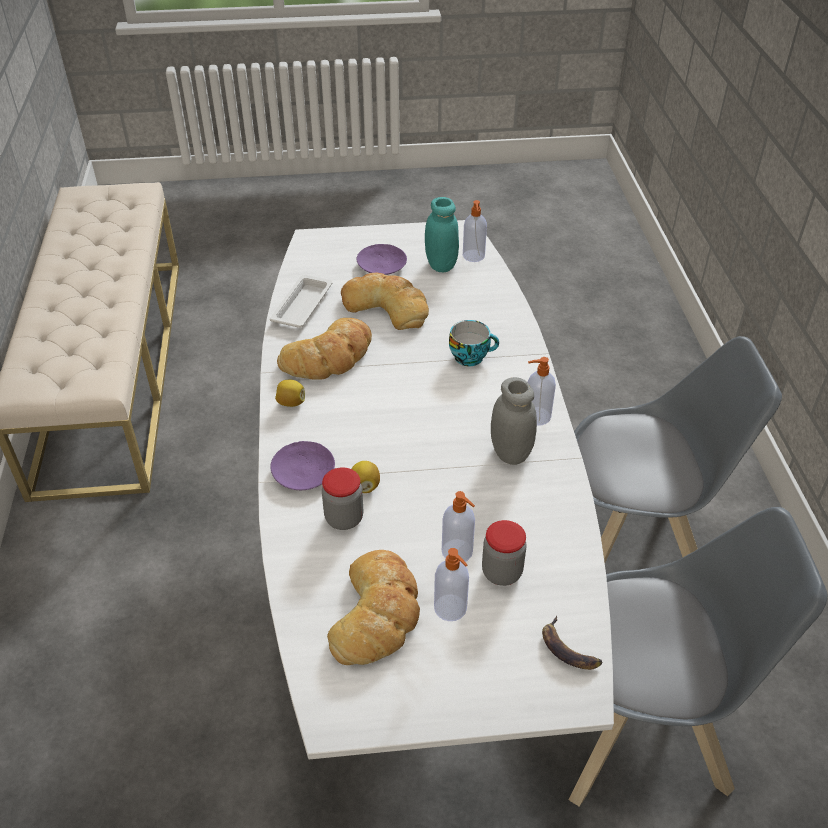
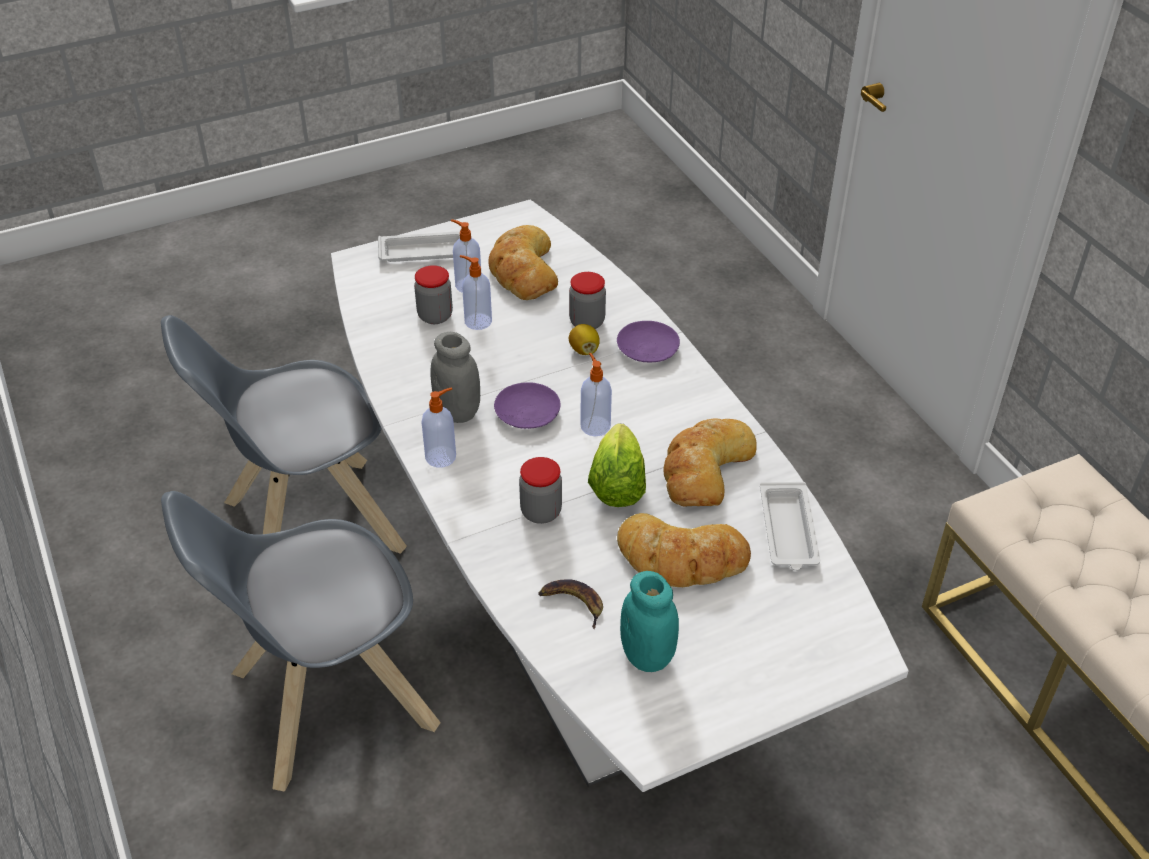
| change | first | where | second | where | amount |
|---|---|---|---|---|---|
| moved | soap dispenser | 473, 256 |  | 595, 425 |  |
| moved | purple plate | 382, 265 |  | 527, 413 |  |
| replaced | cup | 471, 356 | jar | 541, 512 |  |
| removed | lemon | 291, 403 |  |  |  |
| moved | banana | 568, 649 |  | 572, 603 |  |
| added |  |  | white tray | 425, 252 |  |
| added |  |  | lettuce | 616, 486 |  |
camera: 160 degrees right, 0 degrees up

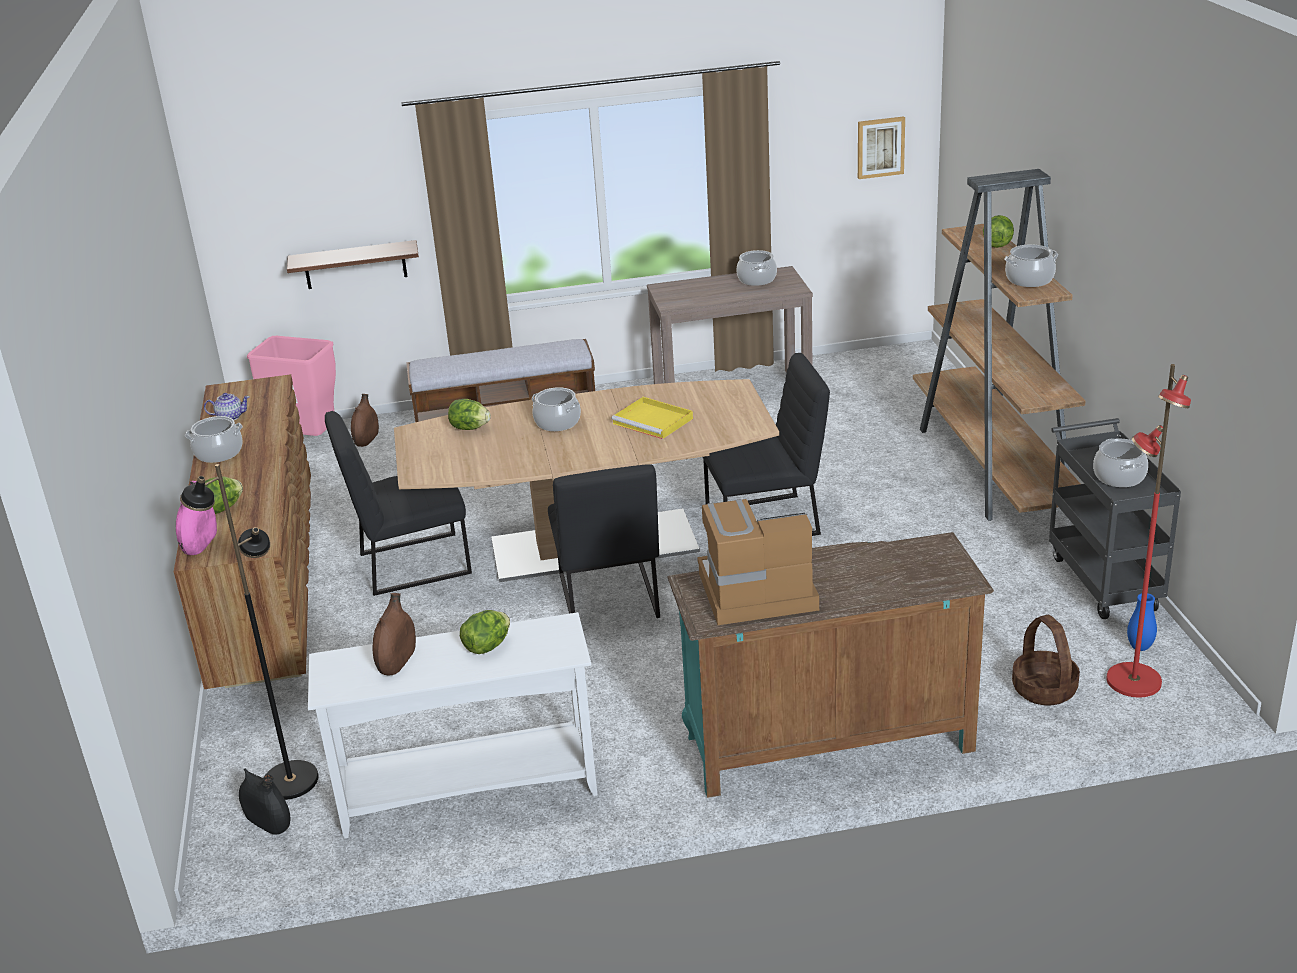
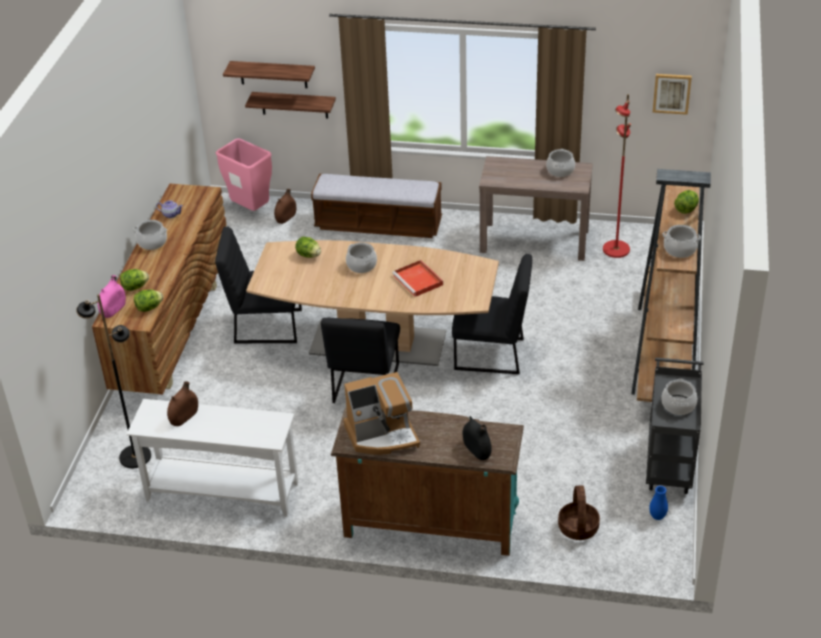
| change | first | where | second | where | amount |
|---|---|---|---|---|---|
| moved | red floor lamp | 1132, 681 |  | 615, 249 |  |
| recoloured | yellow tray | 654, 421 | red tray | 418, 280 |  |
| turned | coffee machine | 755, 593 |  | 382, 435 | 150 degrees clockwise |
| moved | lettuce | 487, 646 |  | 149, 308 |  |
| moved | black vase | 268, 822 |  | 477, 450 |  |
| added |  |  | shelf | 273, 74 |  |
camera: 20 degrees right, 10 degrees up

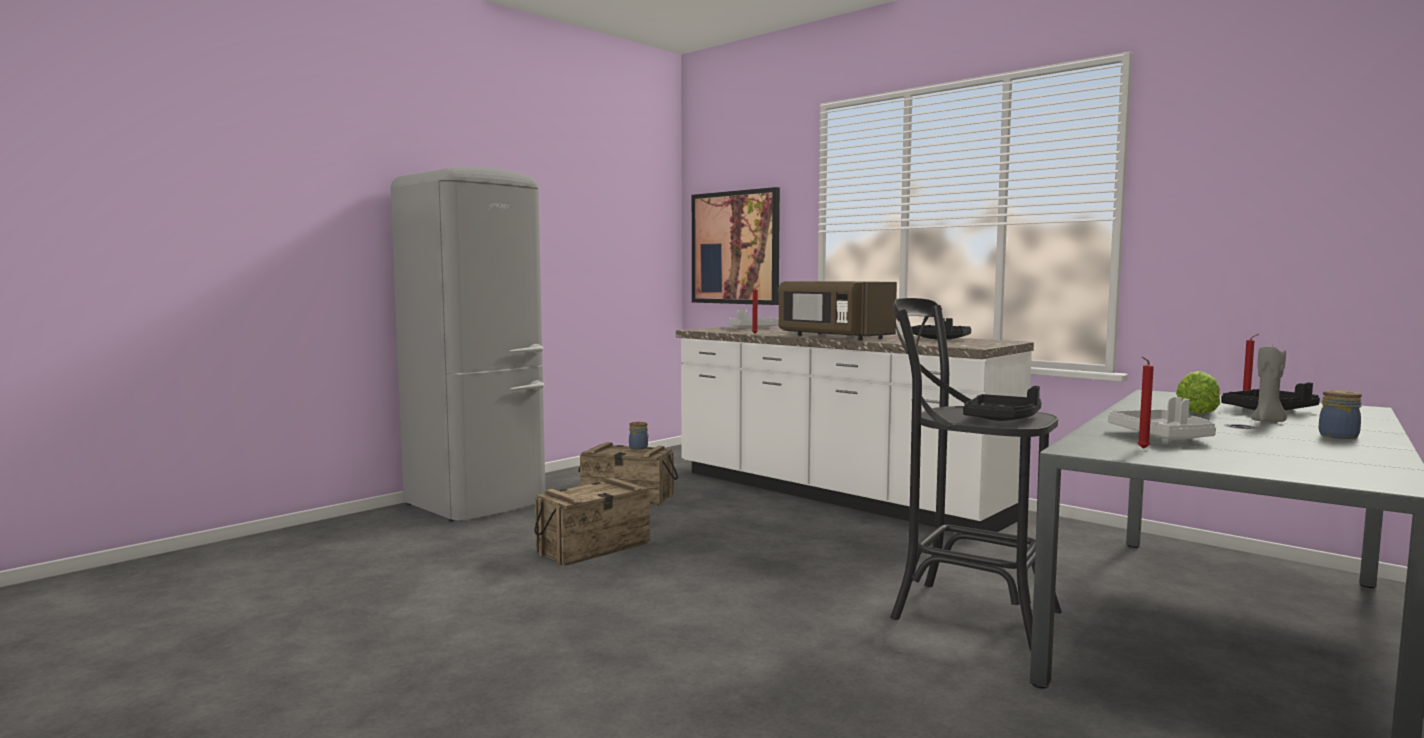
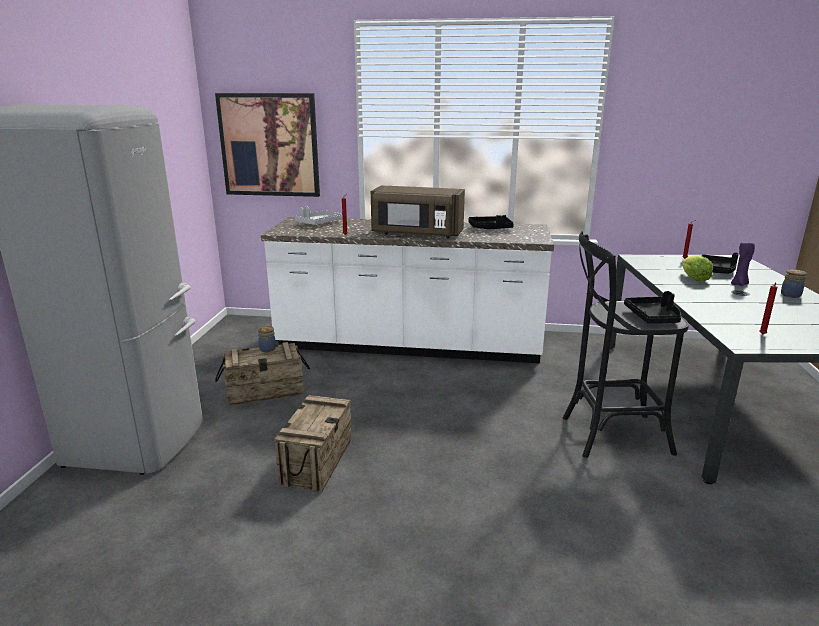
| change | first | where | second | where | amount |
|---|---|---|---|---|---|
| recoloured | grey candle | 1268, 421 | purple candle | 739, 284 |  |
| removed | grey tray | 1163, 437 |  |  |  |
camera: 35 degrees left, 15 degrees up

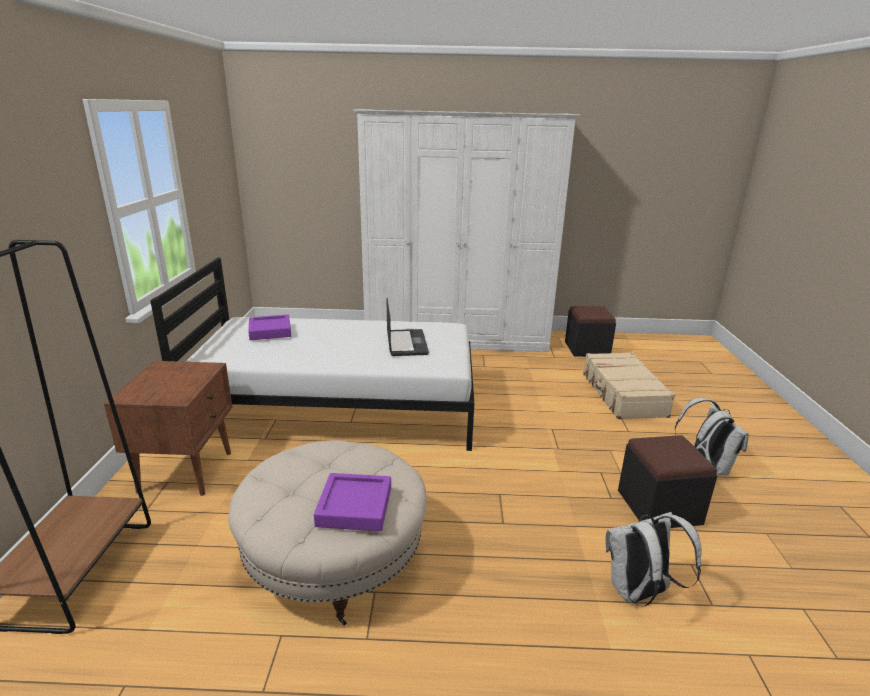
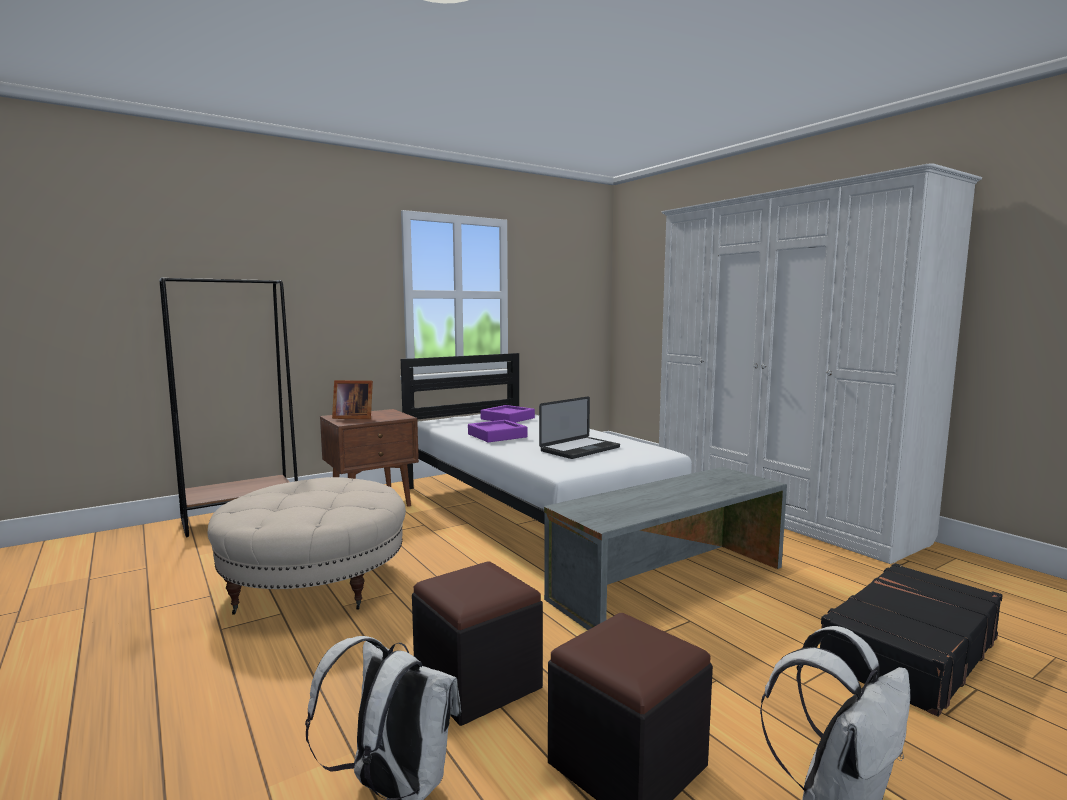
| change | first | where | second | where | amount |
|---|---|---|---|---|---|
| moved | black ottoman | 587, 349 |  | 477, 682 |  |
| recoloured | beige suitcase | 622, 395 | black suitcase | 908, 651 |  |
| moved | purple tray | 354, 507 |  | 497, 436 |  |
| added |  |  | picture frame | 352, 417 |  |
| added |  |  | grey bench | 669, 581 |  |
camera: 55 degrees right, 15 degrees down

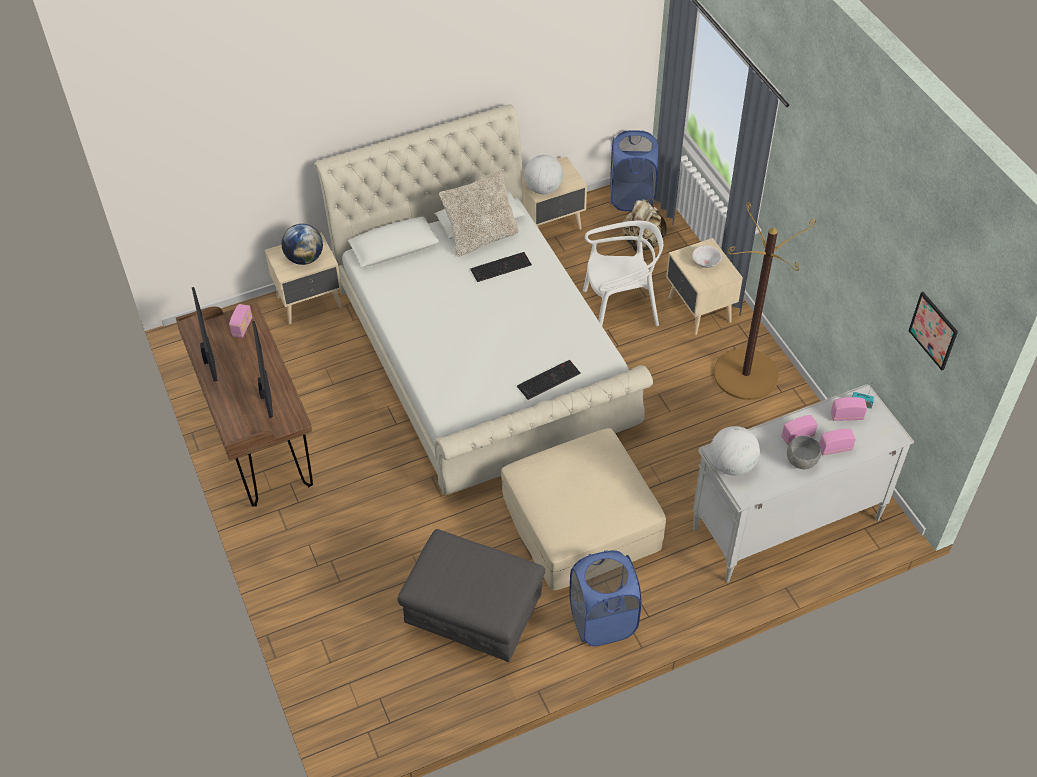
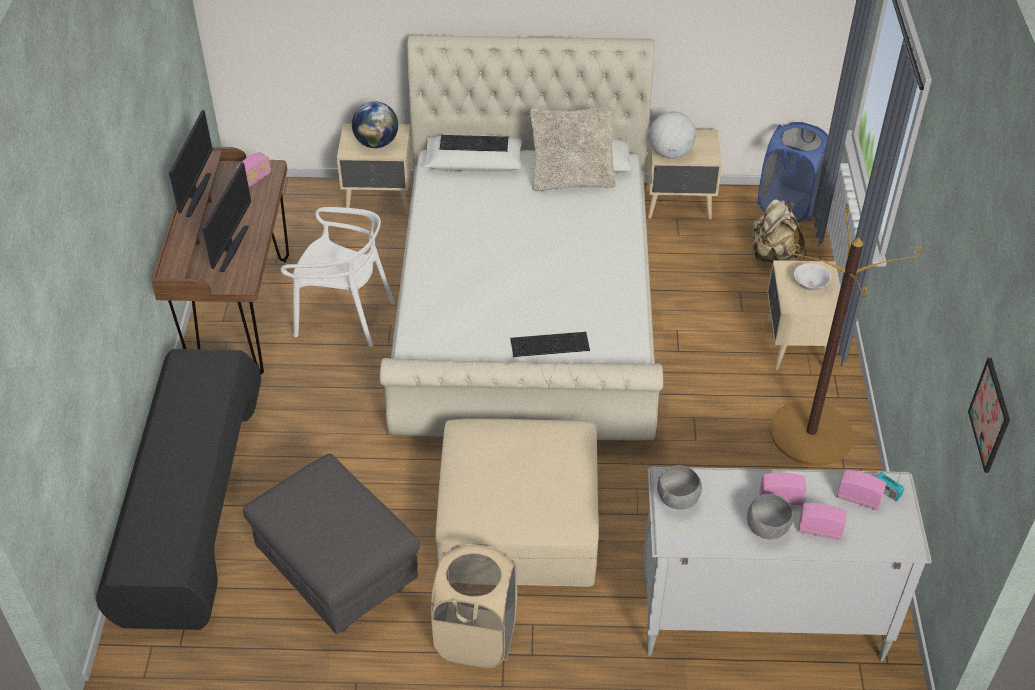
| change | first | where | second | where | amount |
|---|---|---|---|---|---|
| moved | white chair | 619, 310 |  | 344, 316 |  |
| moved | keyboard | 501, 266 |  | 475, 143 |  |
| replaced | globe | 732, 465 | grey bowl | 677, 500 |  |
| recoloured | blue laundry basket | 603, 621 | beige laundry basket | 476, 637 |  |
| added |  |  | black bench | 191, 503 |  |
camera: 25 degrees right, 5 degrees down

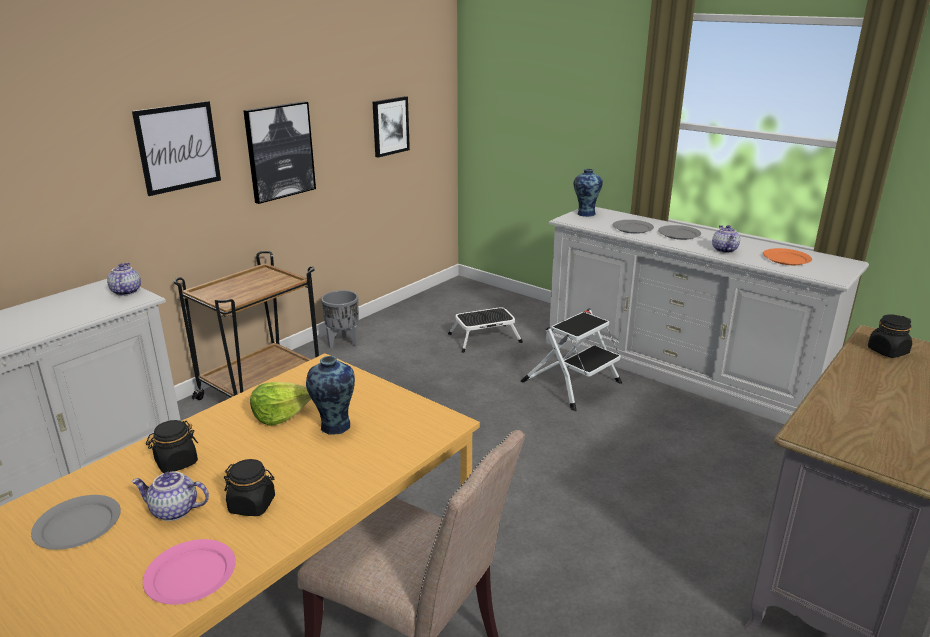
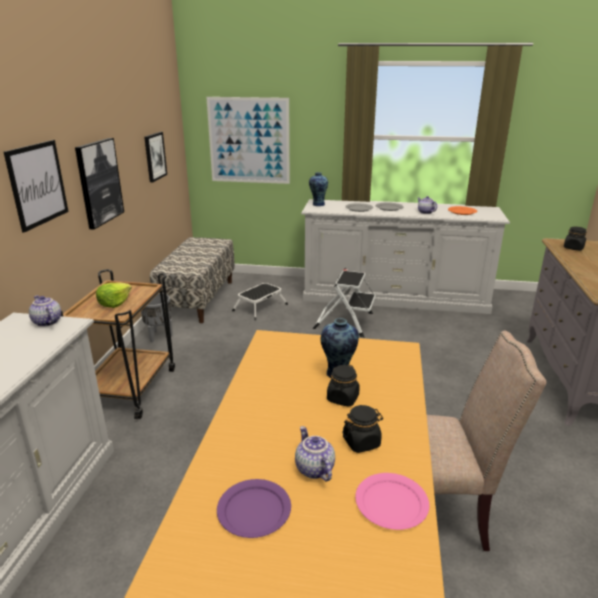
| change | first | where | second | where | amount |
|---|---|---|---|---|---|
| moved | lettuce | 280, 415 |  | 114, 303 |  |
| moved | black jar | 176, 462 |  | 342, 398 |  |
| turned | teapot | 173, 511 |  | 313, 469 | 90 degrees clockwise |
| recoloured | grey plate | 78, 525 | purple plate | 254, 510 |  |
| added |  |  | picture | 249, 141 |  |
| added |  |  | bench | 198, 299 |  |
camera: 30 degrees left, 0 degrees up

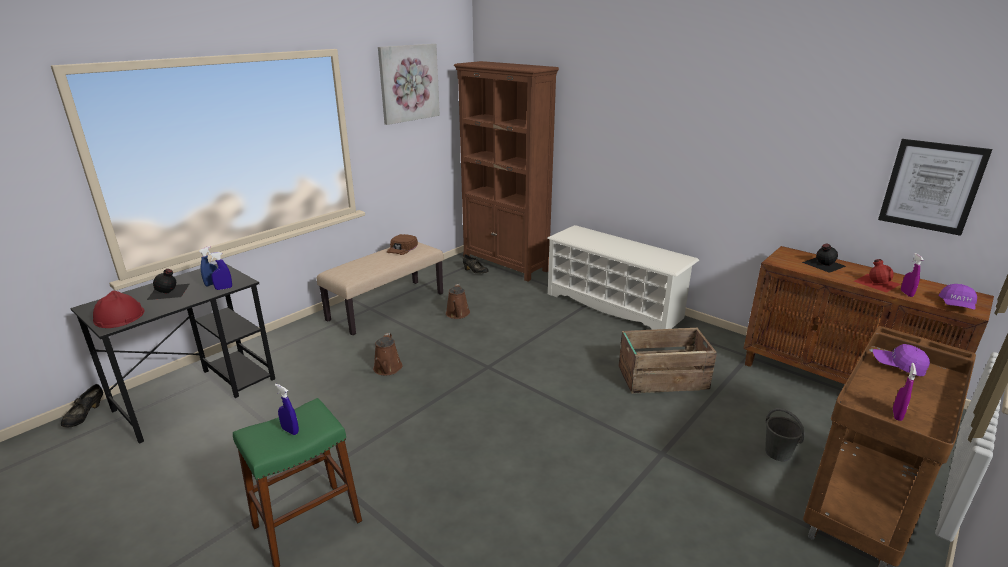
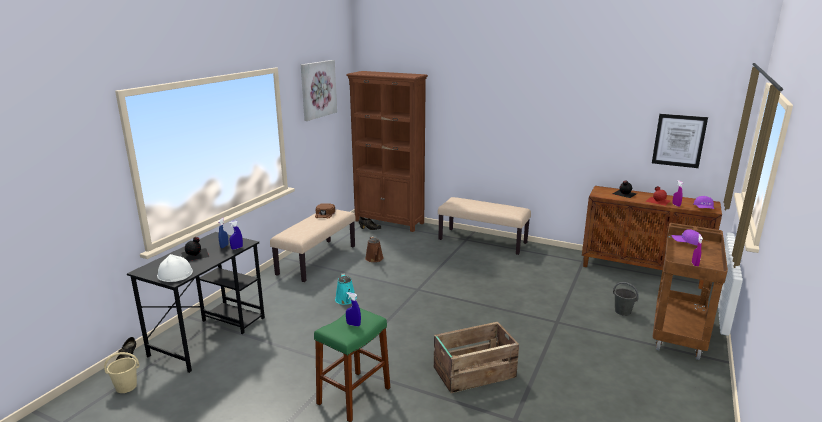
| change | first | where | second | where | amount |
|---|---|---|---|---|---|
| replaced | white shoe rack | 614, 306 | beige bench | 483, 241 |  |
| recoloured | red hard hat | 119, 316 | white hard hat | 175, 274 |  |
| moved | crate | 661, 377 |  | 473, 372 |  |
| recoloured | brown watering can | 387, 369 | turquoise watering can | 346, 300 |  |
| added |  |  | beige bucket | 126, 387 |  |
camera: 15 degrees left, 5 degrees down

